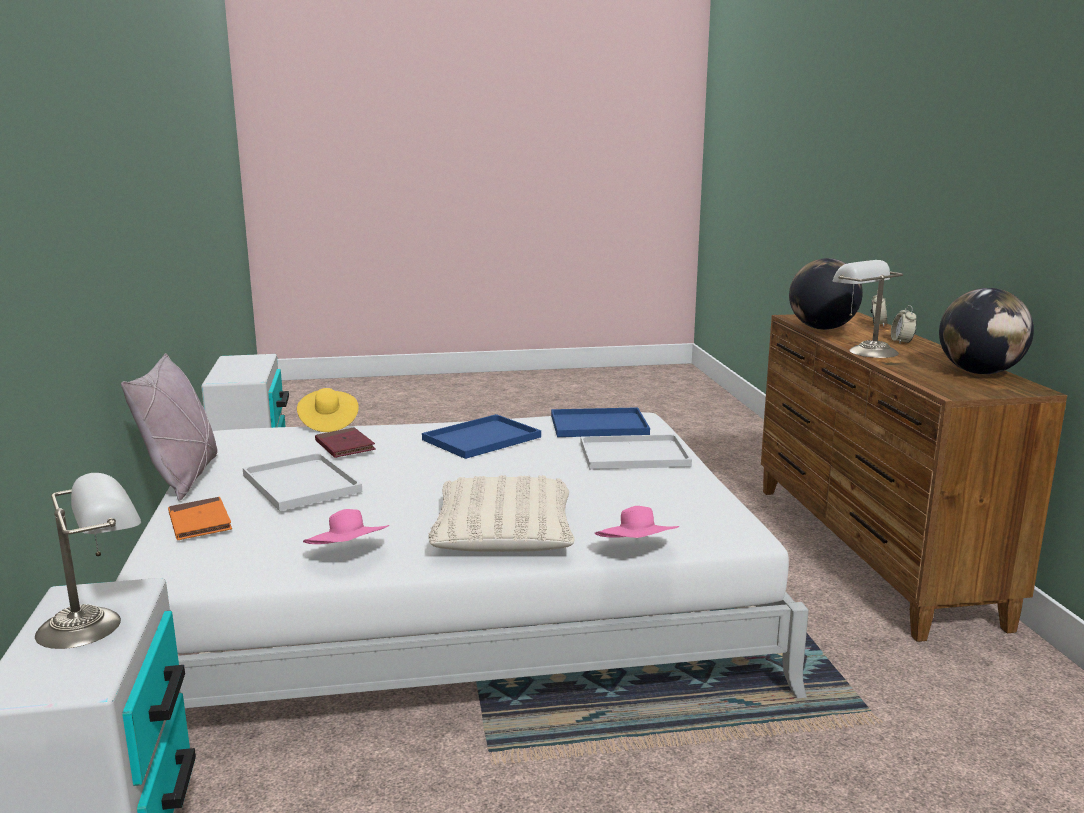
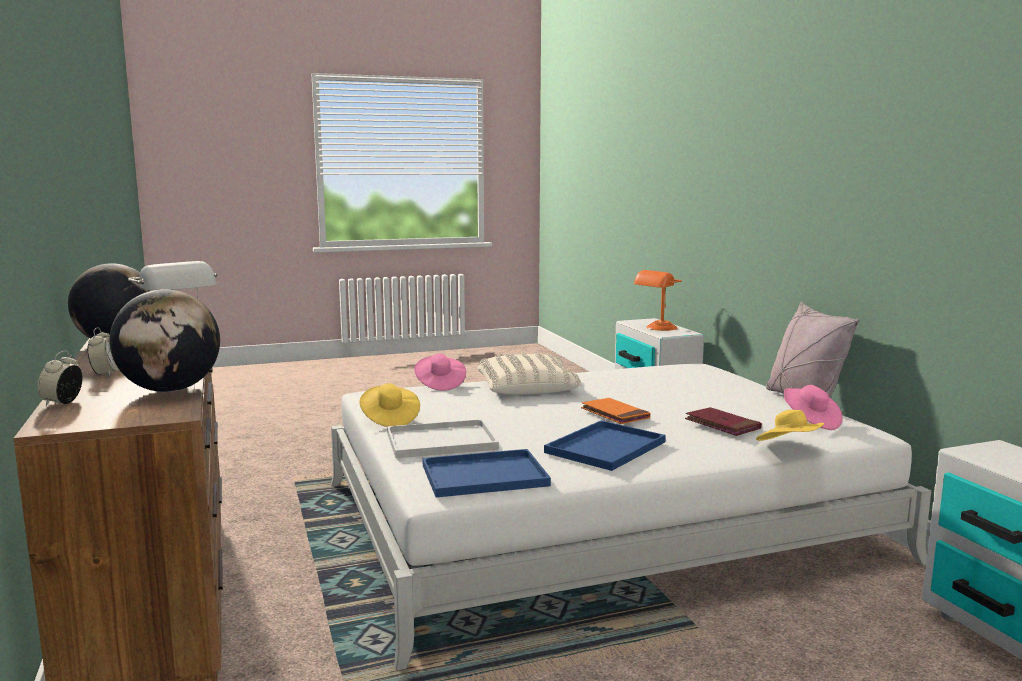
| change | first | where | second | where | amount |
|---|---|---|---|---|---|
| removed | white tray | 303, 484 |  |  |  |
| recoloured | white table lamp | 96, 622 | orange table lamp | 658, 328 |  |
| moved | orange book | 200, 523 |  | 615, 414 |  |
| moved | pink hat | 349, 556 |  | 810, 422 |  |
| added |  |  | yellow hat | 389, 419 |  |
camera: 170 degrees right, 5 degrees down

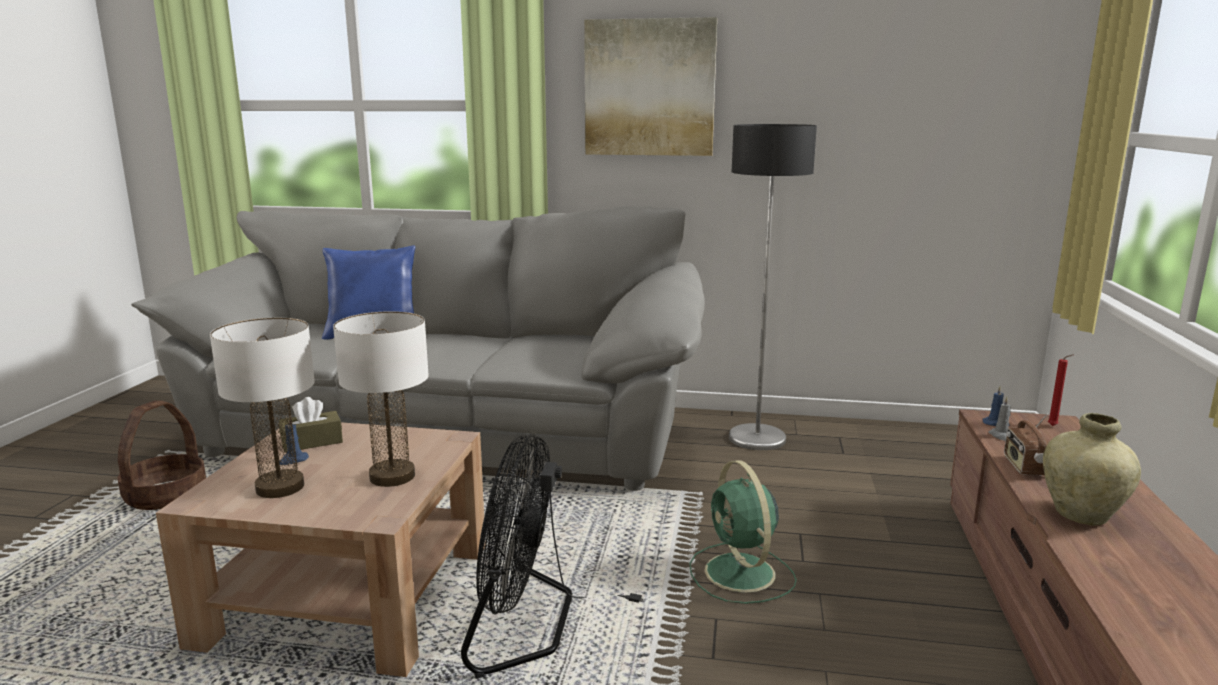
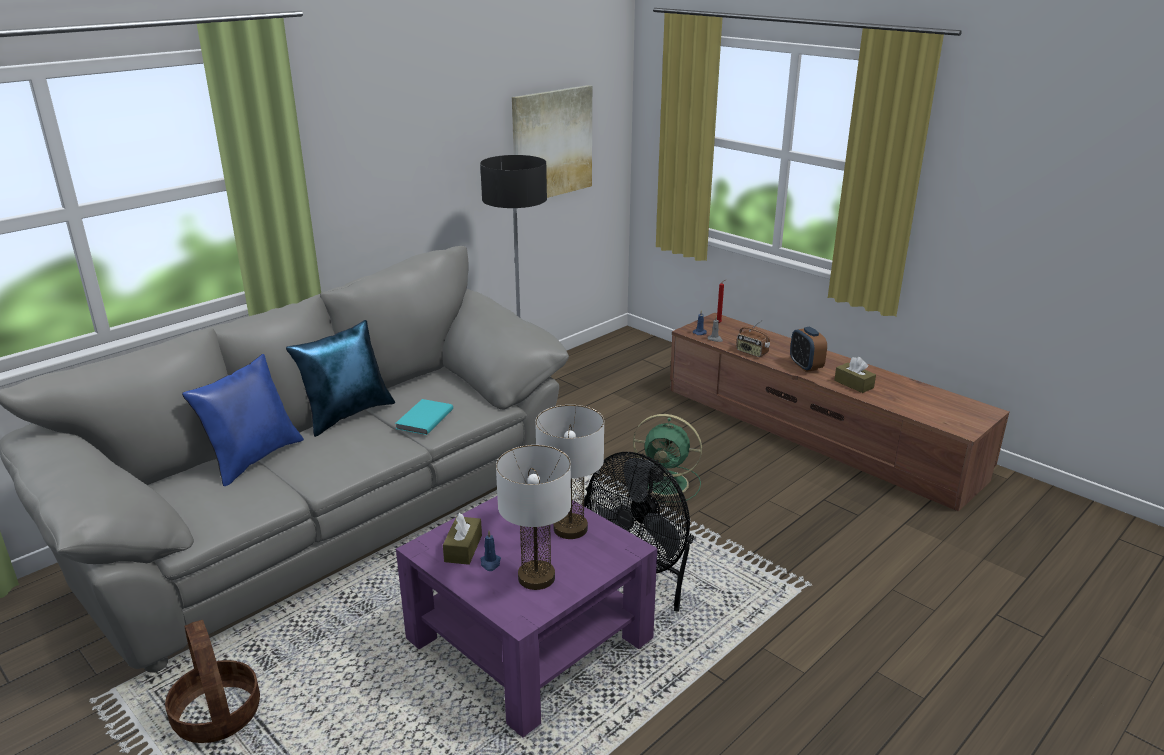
| change | first | where | second | where | amount |
|---|---|---|---|---|---|
| moved | picture | 649, 88 |  | 551, 143 |  |
| replaced | beige vase | 1081, 515 | alarm clock | 805, 366 |  |
| recoloured | brown coffee table | 348, 594 | purple coffee table | 529, 639 |  |
| added |  |  | blue pillow | 347, 414 |  |
| added |  |  | brown tissue box | 853, 384 |  |
| added |  |  | turquoise book | 423, 419 |  |
camera: 55 degrees left, 10 degrees up

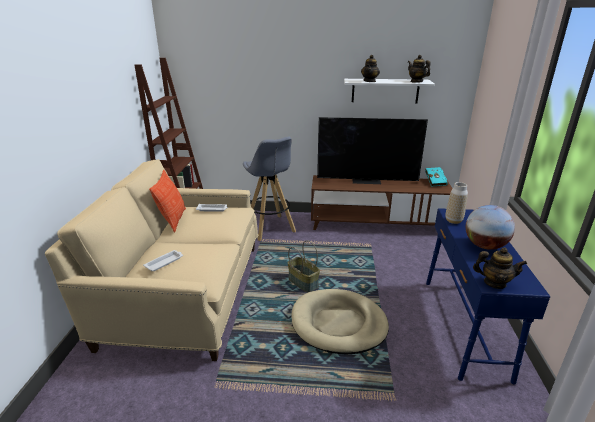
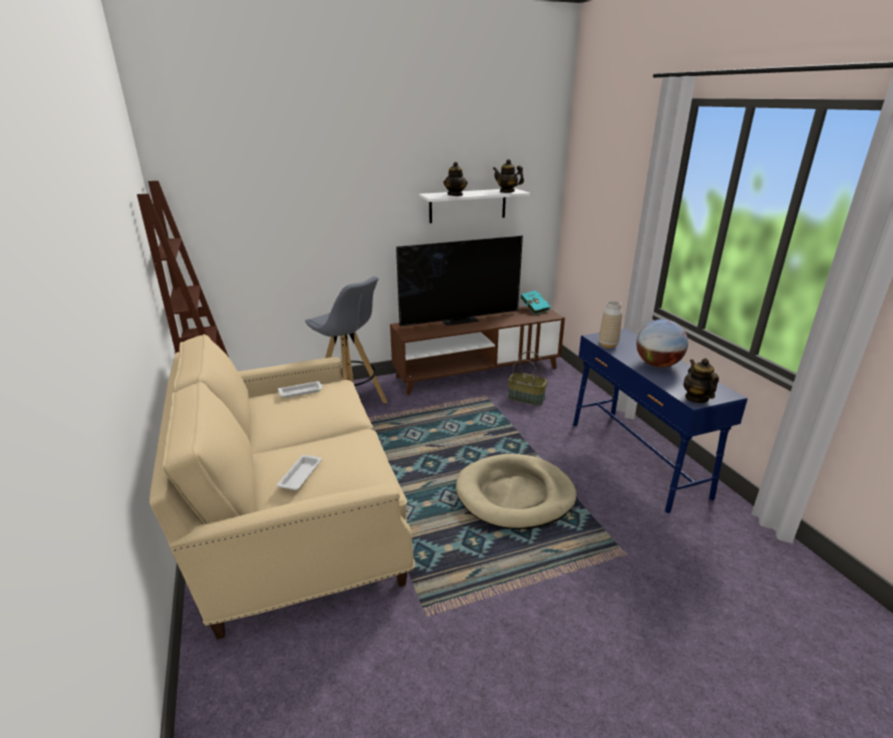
| change | first | where | second | where | amount |
|---|---|---|---|---|---|
| removed | orange pillow | 173, 220 |  |  |  |
| moved | basket | 303, 282 |  | 526, 398 |  |
| turned | teapot | 494, 283 |  | 696, 398 | 90 degrees counterclockwise |
camera: 25 degrees left, 0 degrees up

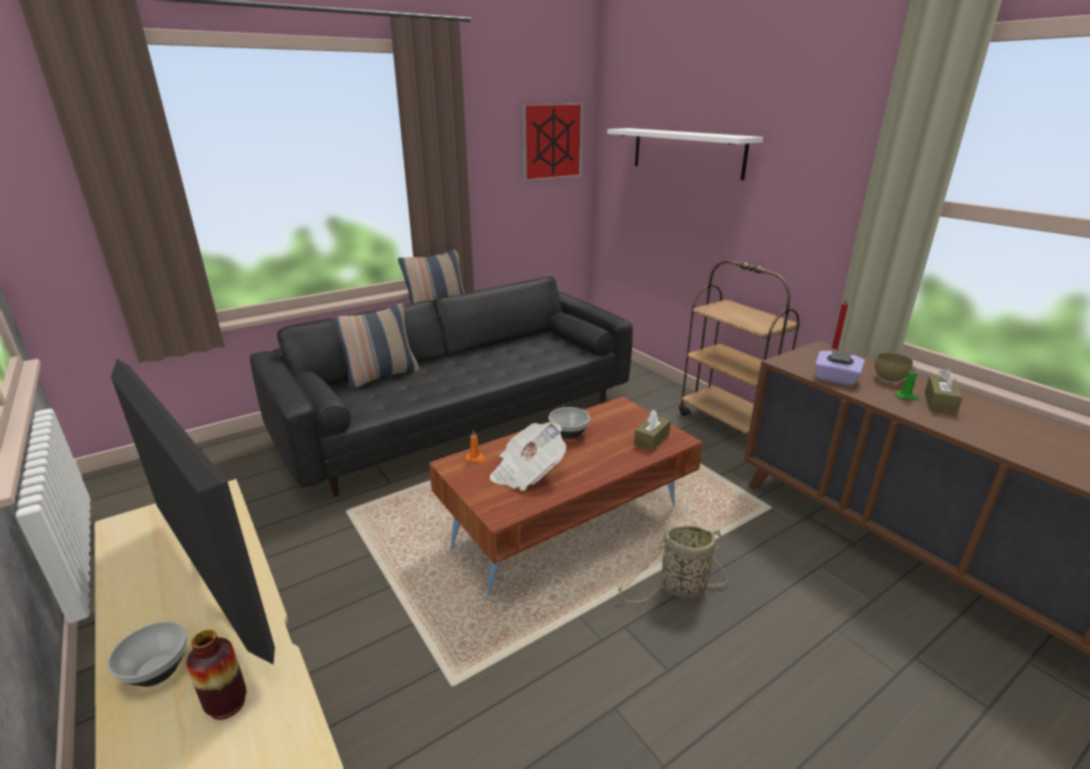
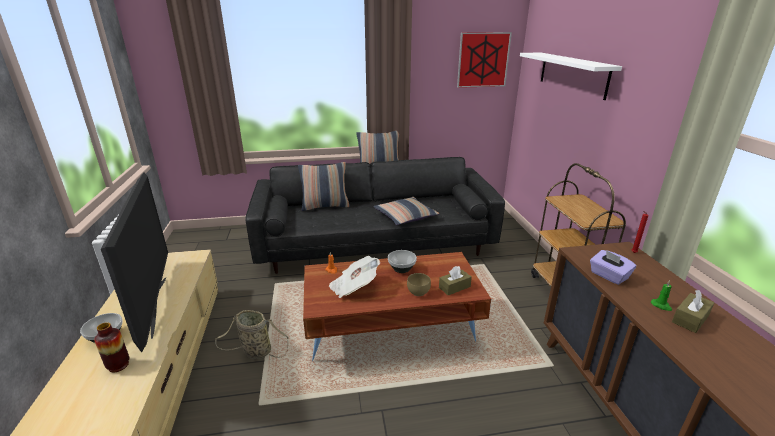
| change | first | where | second | where | amount |
|---|---|---|---|---|---|
| moved | brown bowl | 888, 378 |  | 417, 292 |  |
| moved | basket | 679, 589 |  | 255, 351 |  |
| added |  |  | pillow | 405, 216 |  |
camera: 25 degrees right, 0 degrees up

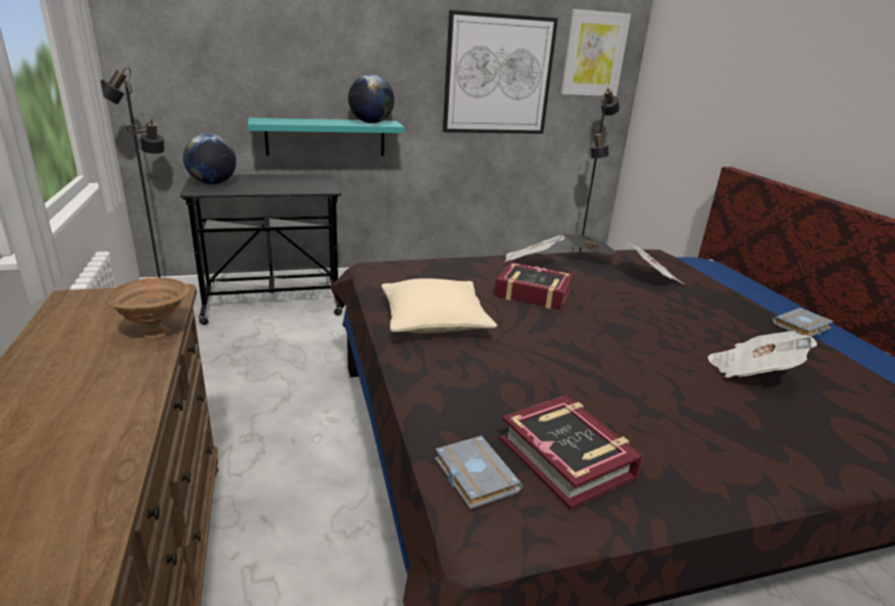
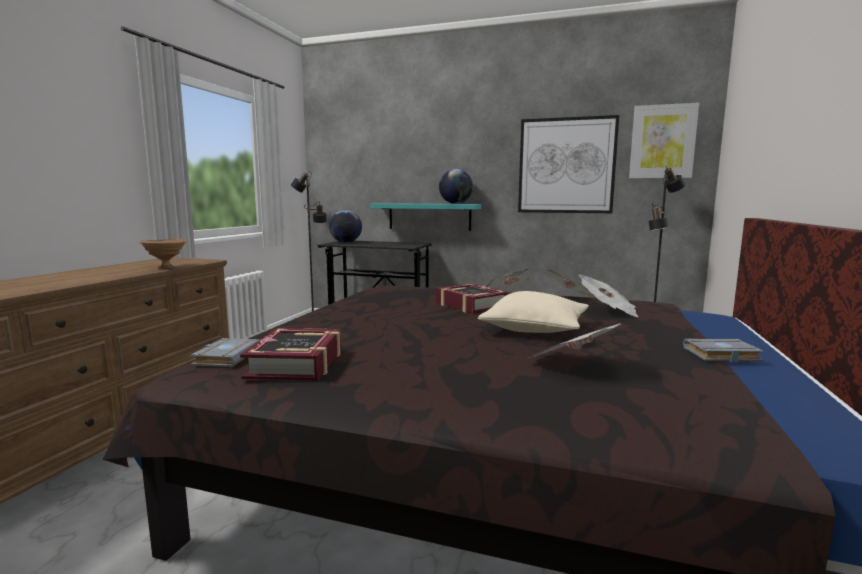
| change | first | where | second | where | amount |
|---|---|---|---|---|---|
| moved | beige pillow | 434, 321 |  | 535, 329 |  |
camera: 35 degrees right, 15 degrees down

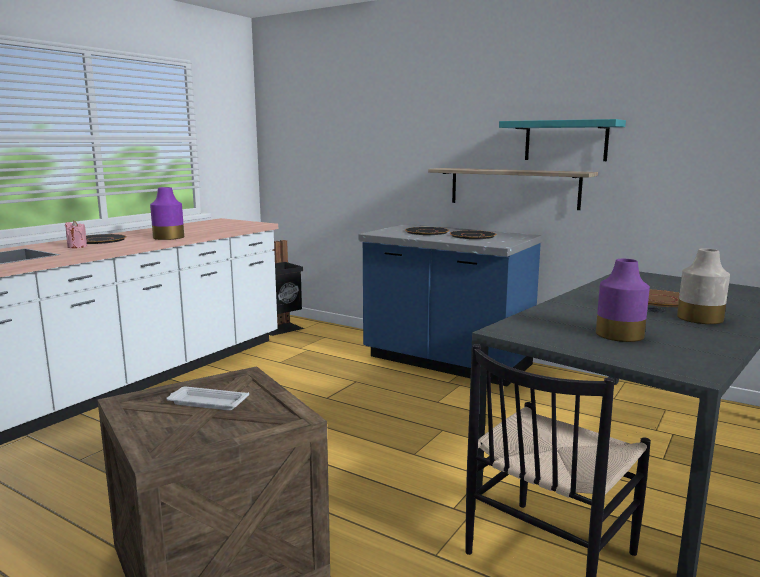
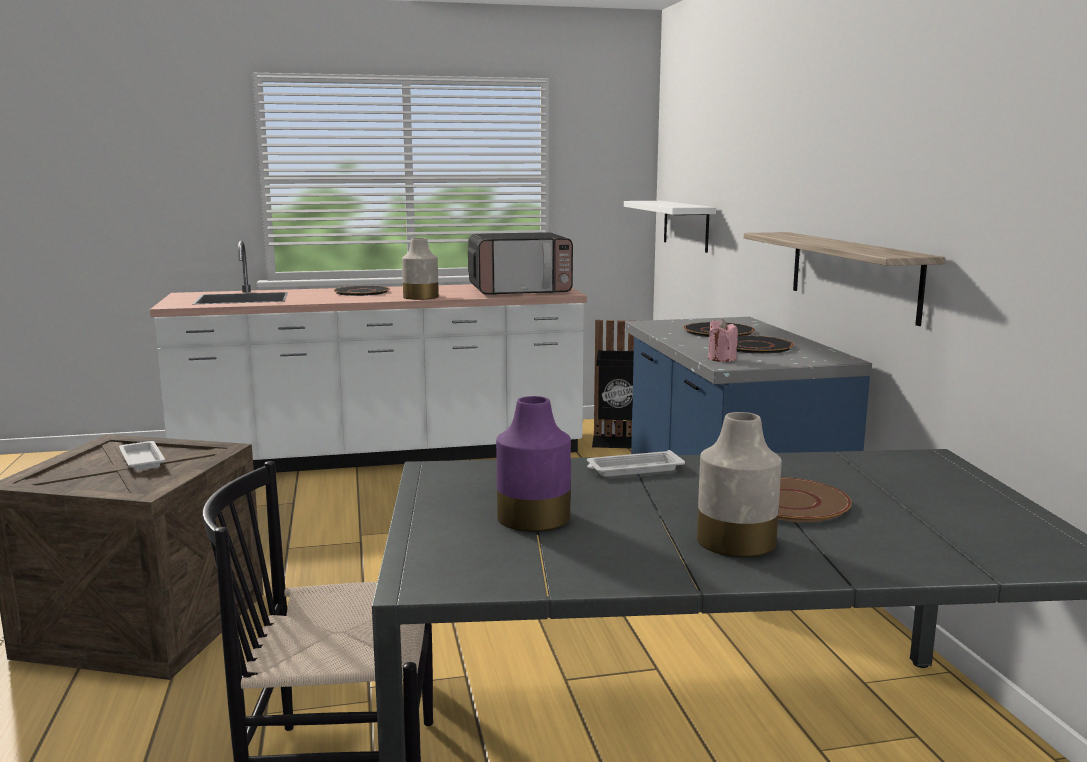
| change | first | where | second | where | amount |
|---|---|---|---|---|---|
| removed | turquoise shelf | 566, 141 |  |  |  |
| recoloured | purple vase | 168, 237 | beige vase | 420, 297 |  |
| moved | pink candle | 77, 246 |  | 721, 359 |  |
| added |  |  | white shelf | 685, 225 |  |
| added |  |  | microwave | 520, 291 |  |
| added |  |  | white tray | 633, 469 |  |
camera: 45 degrees right, 0 degrees up

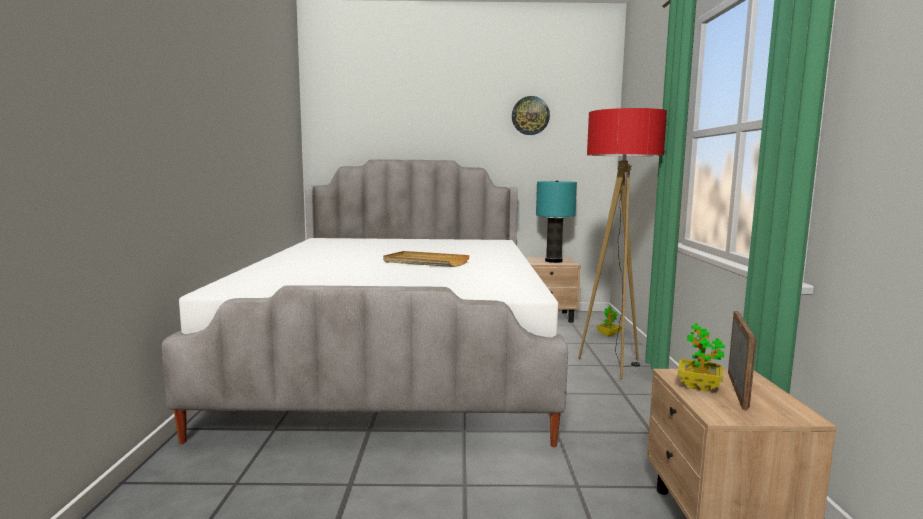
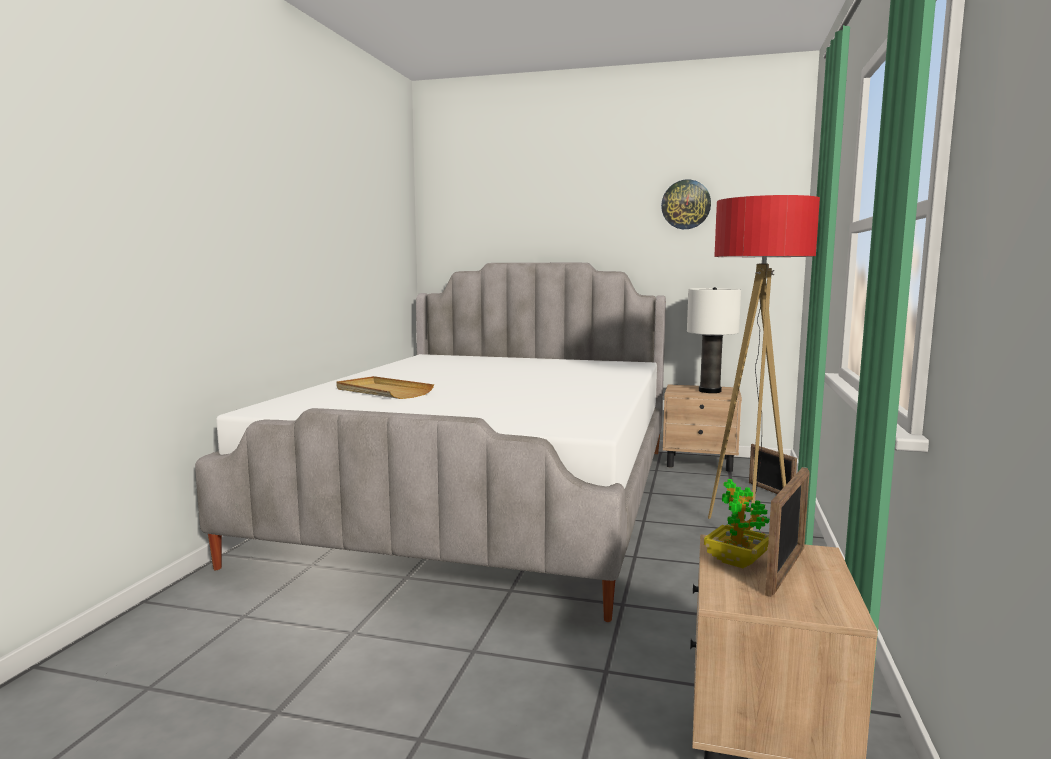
| change | first | where | second | where | amount |
|---|---|---|---|---|---|
| recoloured | turquoise table lamp | 553, 261 | white table lamp | 709, 391 |  |
| moved | beige tray | 425, 262 |  | 382, 391 |  |
| replaced | potted plant | 608, 334 | picture frame | 770, 491 |  |
camera: 15 degrees right, 0 degrees up

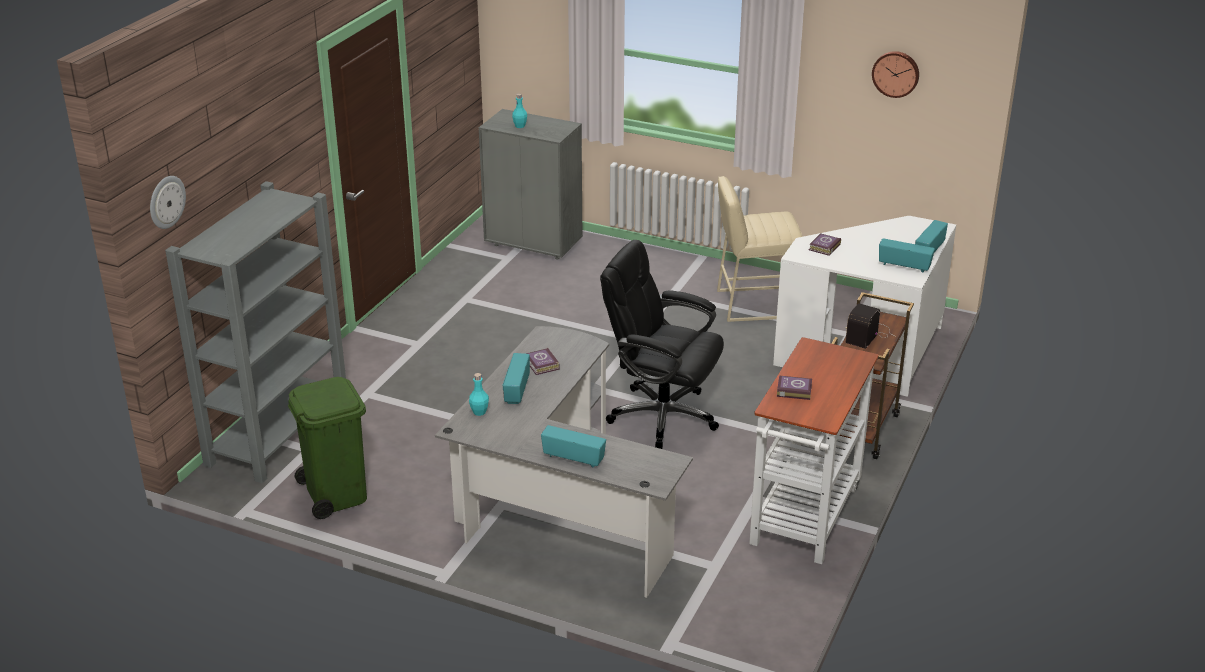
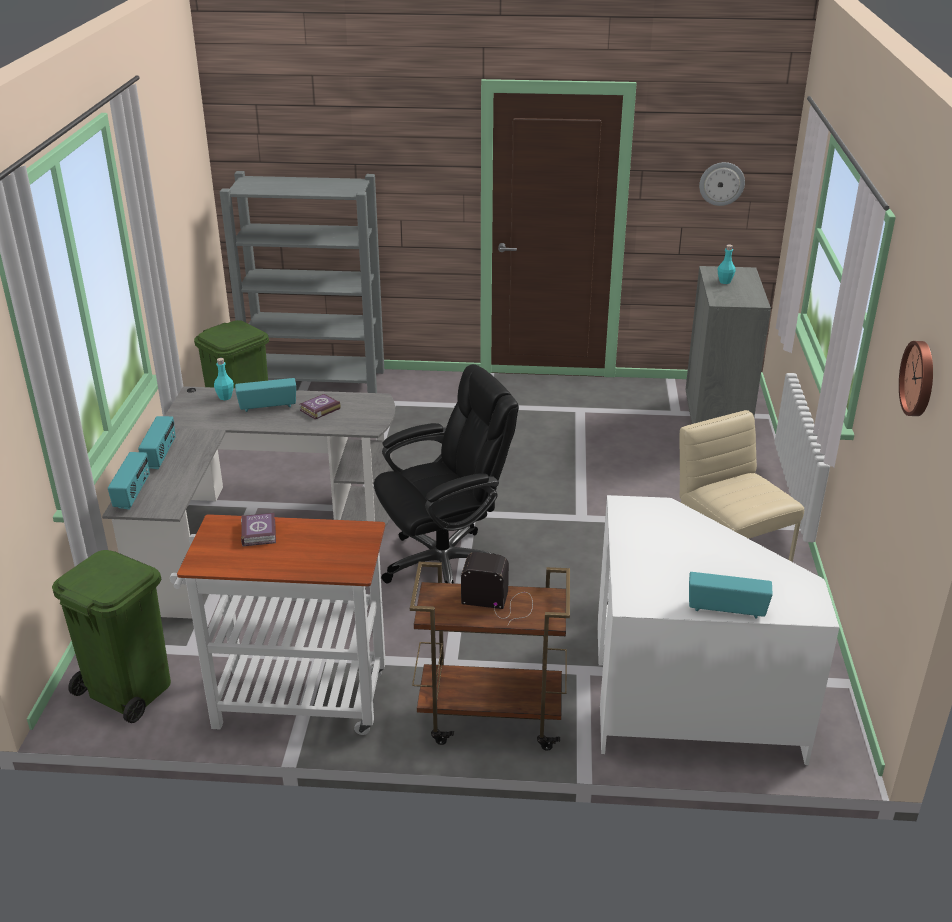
| change | first | where | second | where | amount |
|---|---|---|---|---|---|
| moved | wall clock | 166, 202 |  | 721, 183 |  |
| removed | book | 823, 247 |  |  |  |
| moved | radio | 904, 266 |  | 133, 494 |  |
| turned | black office chair | 662, 416 |  | 443, 564 | 60 degrees clockwise |
| added |  |  | green trash can | 127, 689 |  |
camera: 70 degrees right, 0 degrees up

